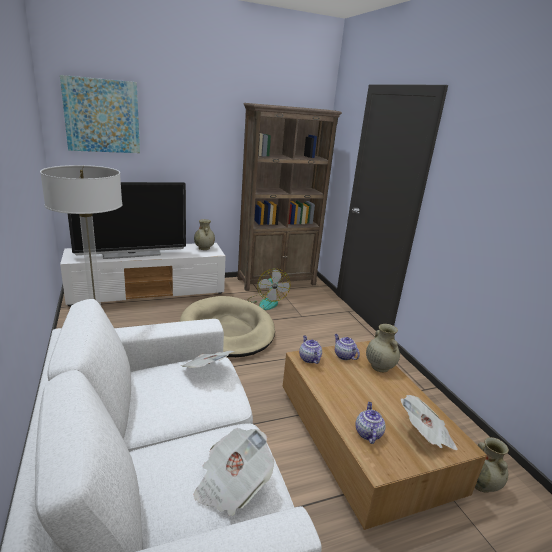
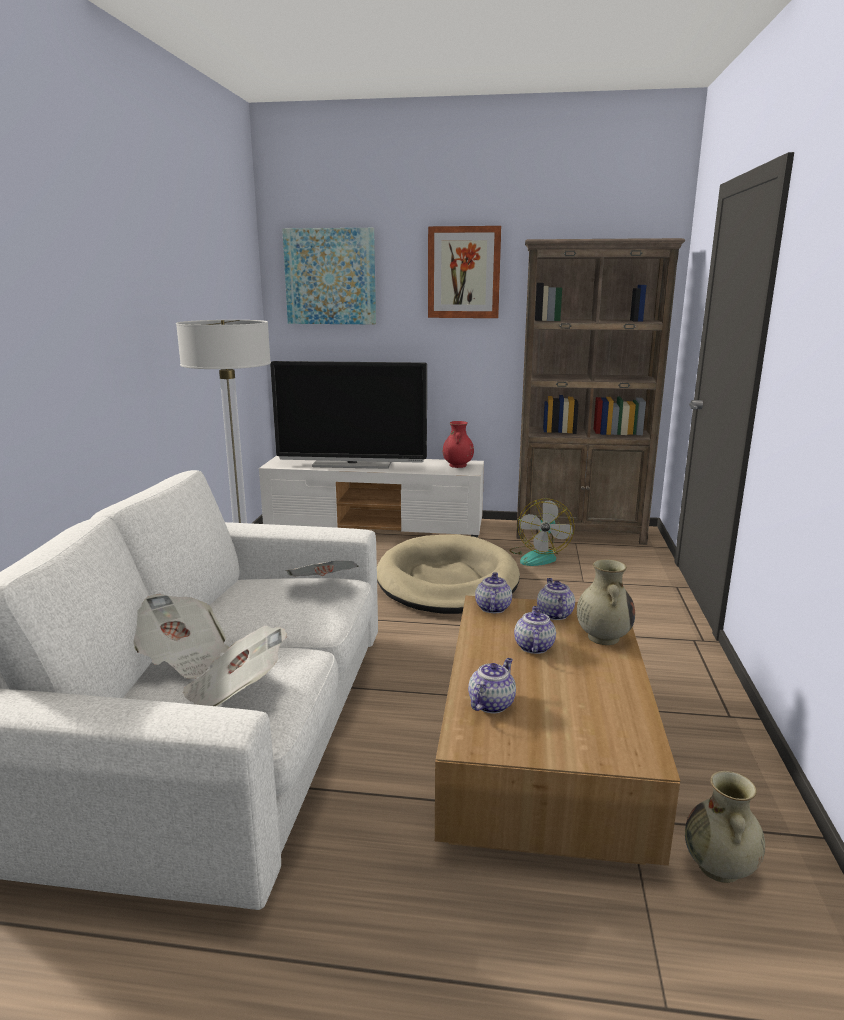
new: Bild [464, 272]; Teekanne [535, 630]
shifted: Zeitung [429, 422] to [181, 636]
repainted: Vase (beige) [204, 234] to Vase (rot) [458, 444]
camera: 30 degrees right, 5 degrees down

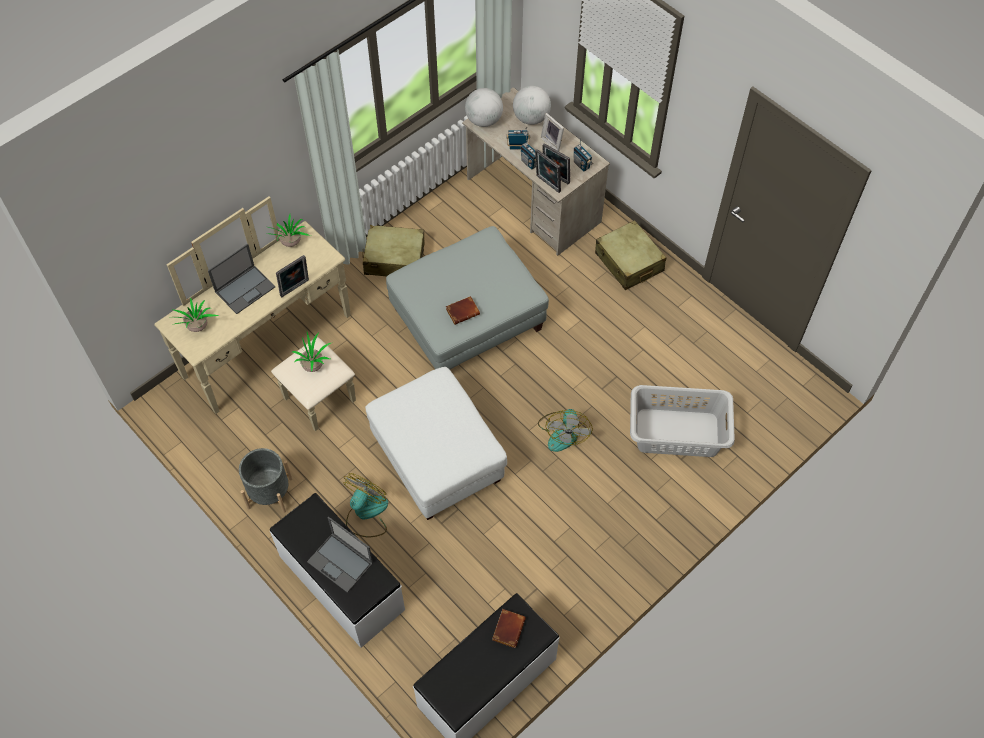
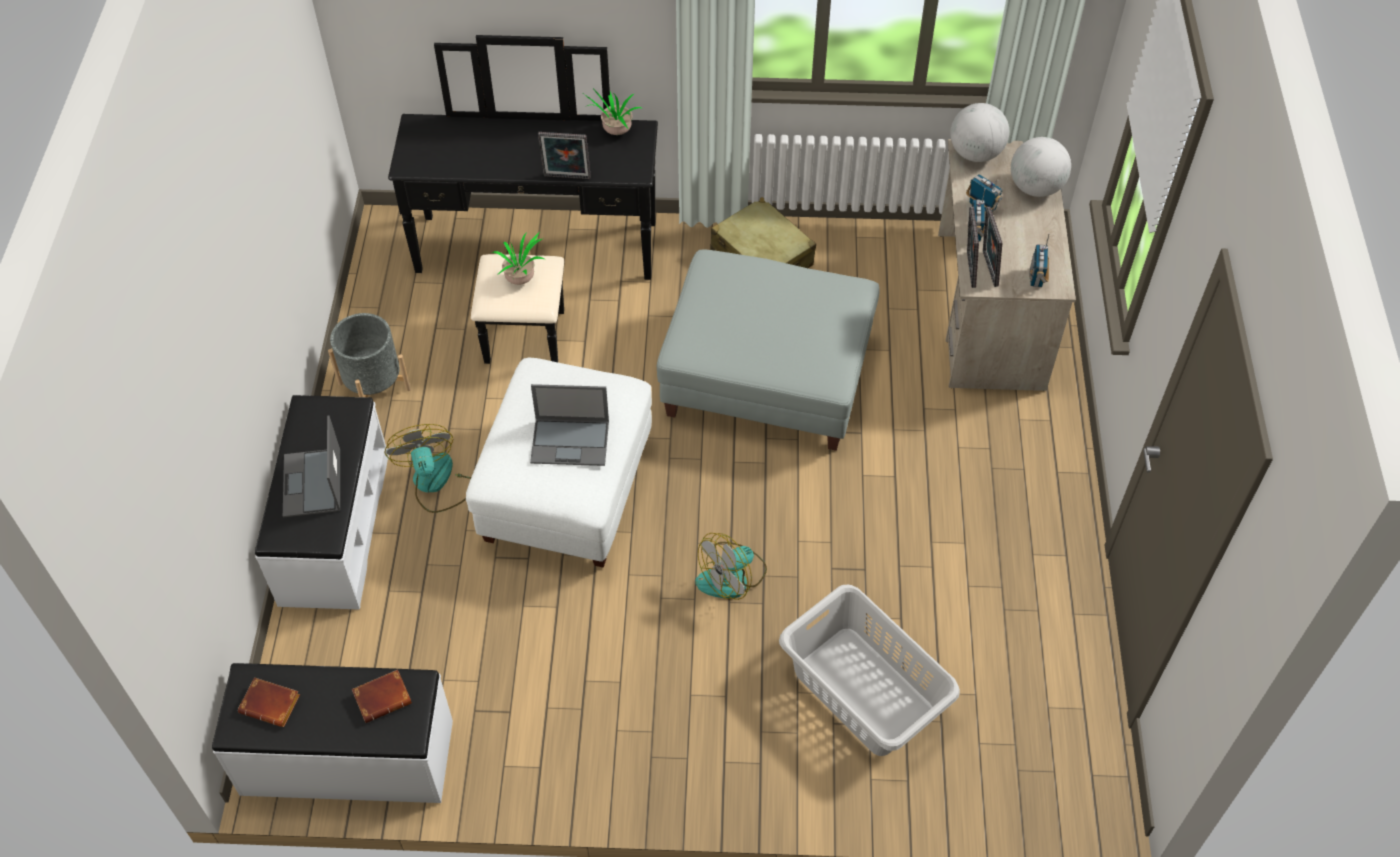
gone: Topfpflanze [195, 315]; Bilderrahmen [552, 132]; Koffer (beige) [630, 255]
shifted: Buch (braun) [463, 310] to [269, 702]; Laptop [241, 279] to [569, 425]
repainted: Kommode (beige) [255, 313] to Kommode (schwarz) [523, 199]
rotated: Ventilator [365, 505] = [427, 468] 90 degrees counterclockwise
camera: 45 degrees right, 5 degrees down

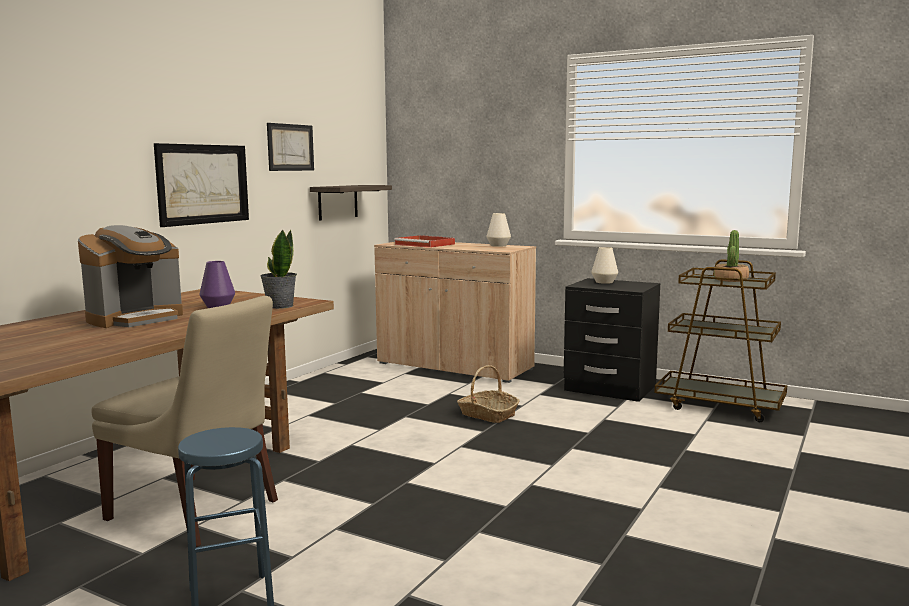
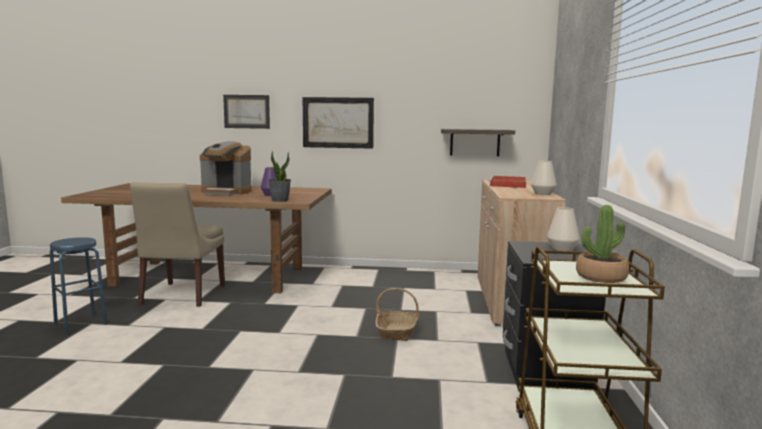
shifted: Bild [290, 147] to [246, 112]
camera: 65 degrees right, 0 degrees up

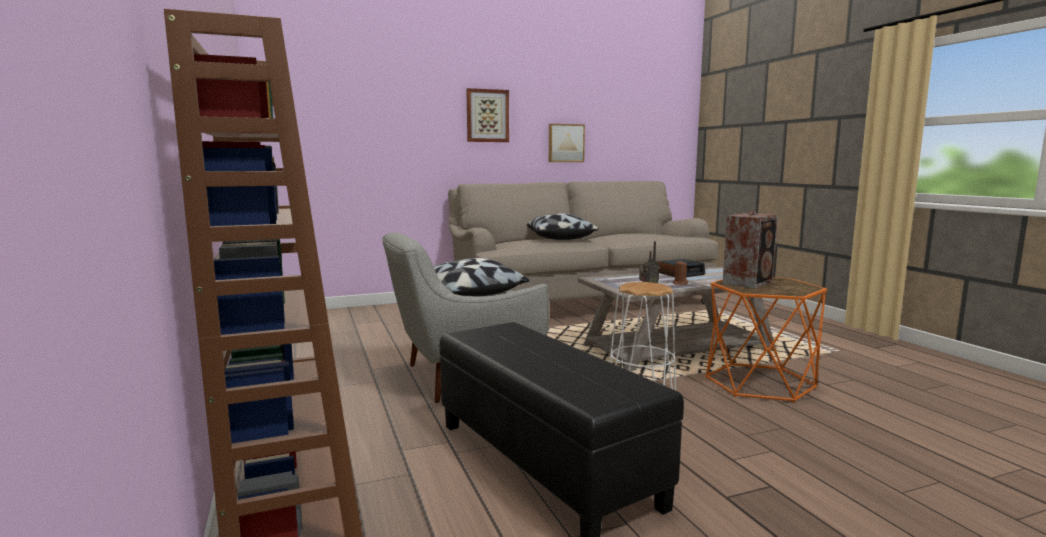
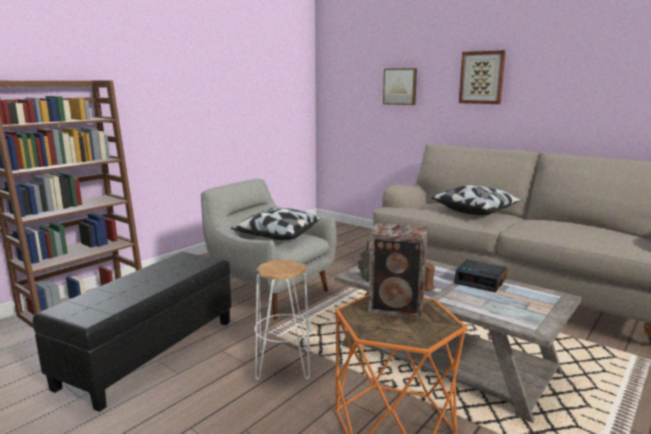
shifted: Bild [567, 143] to [400, 86]
camera: 60 degrees right, 5 degrees up

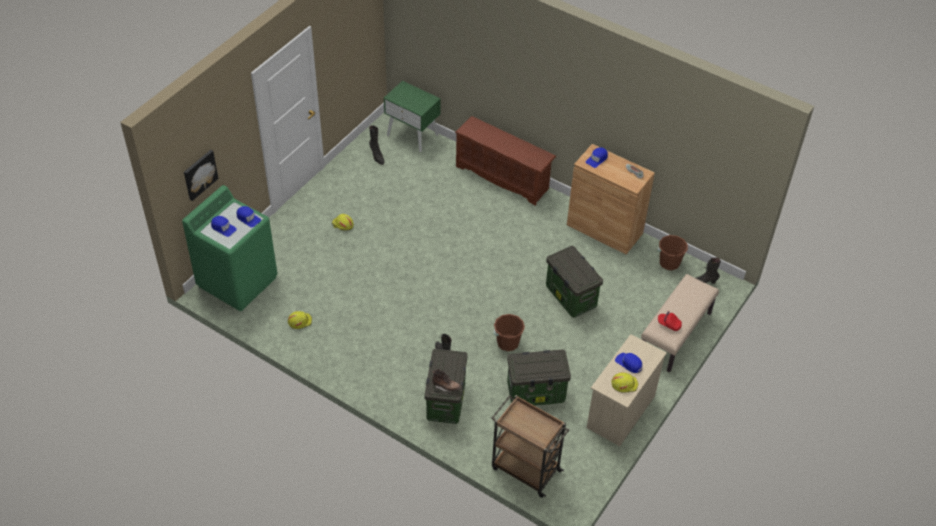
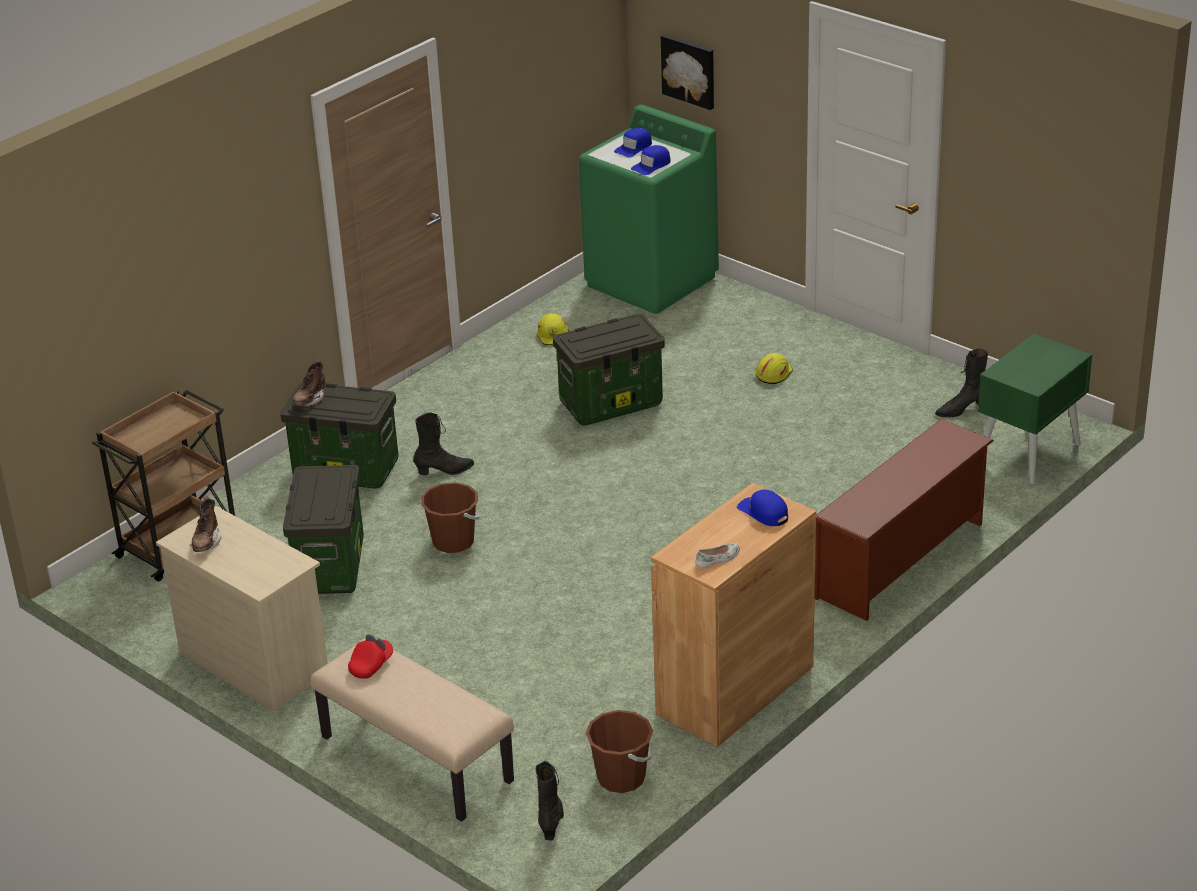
gone: Kappe (blau) [628, 363]
shifted: Aufbewahrungsbox [574, 282] to [609, 369]
swapped: Schutzhelm (gelb) [624, 382] to Stiefel (braun) [205, 524]
camera: 100 degrees right, 15 degrees down

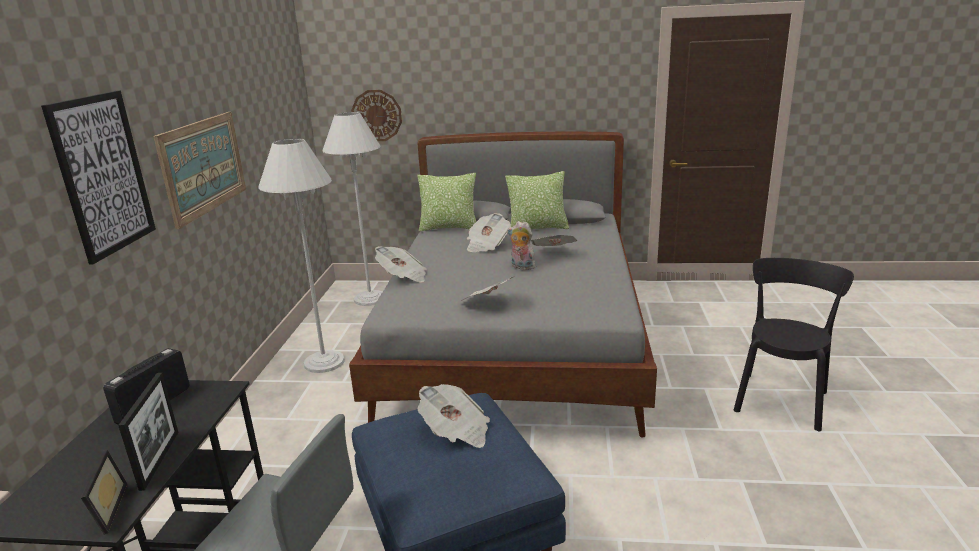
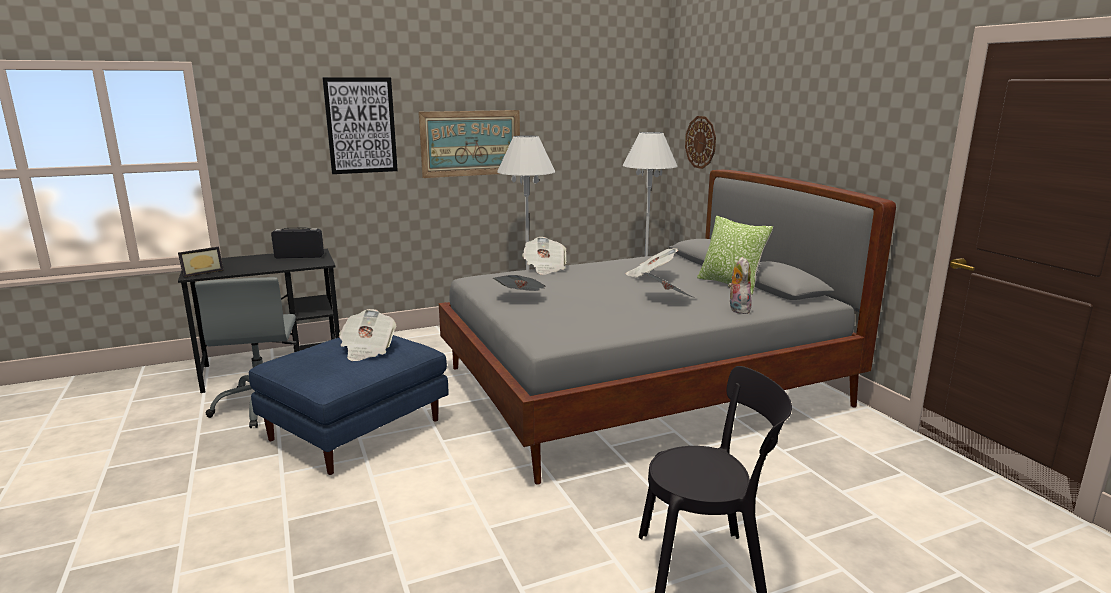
gone: Bilderrahmen [148, 432]; Kissen [447, 202]
shifted: Plüschtier [521, 245] to [740, 285]
camera: 60 degrees right, 5 degrees down

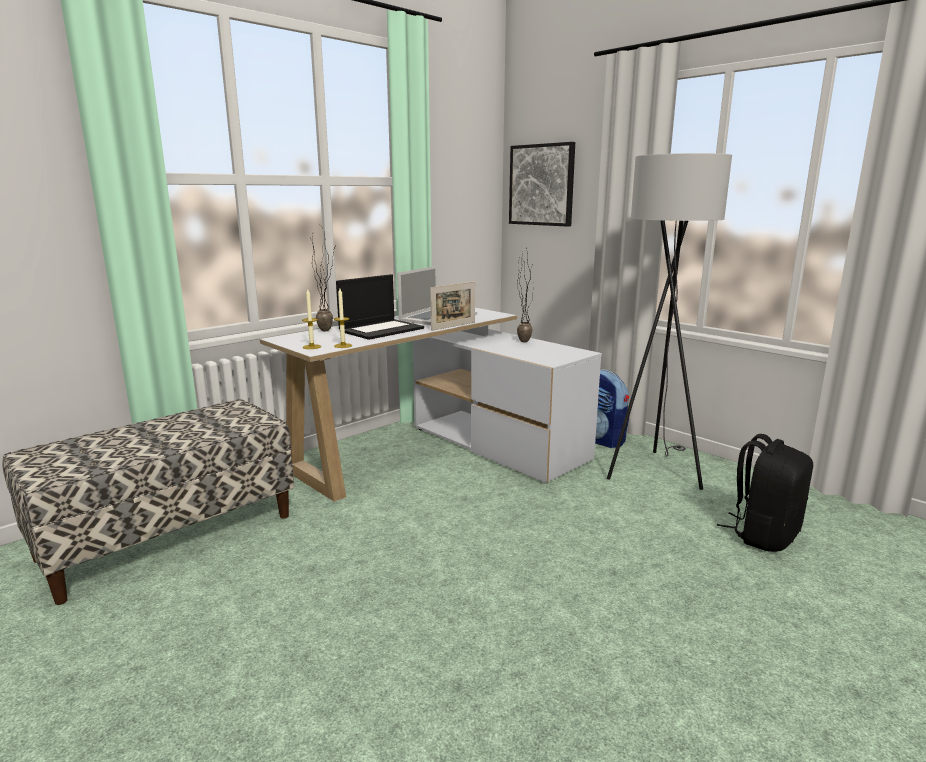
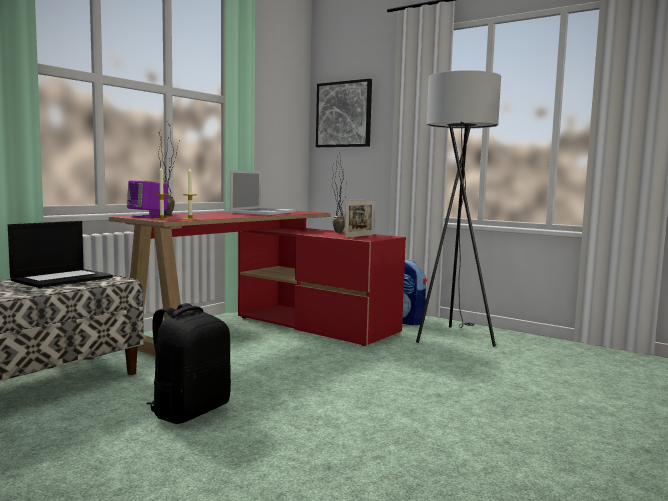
new: Lautsprecher (lila) [147, 199]
shifted: Laptop [380, 307] to [60, 254]; Rucksack (schwarz) [765, 493] to [188, 363]; Bilderrahmen [452, 306] to [359, 218]
repainted: Schreibtisch (weiß) [431, 405] to Schreibtisch (rot) [257, 283]
camera: 10 degrees left, 10 degrees down

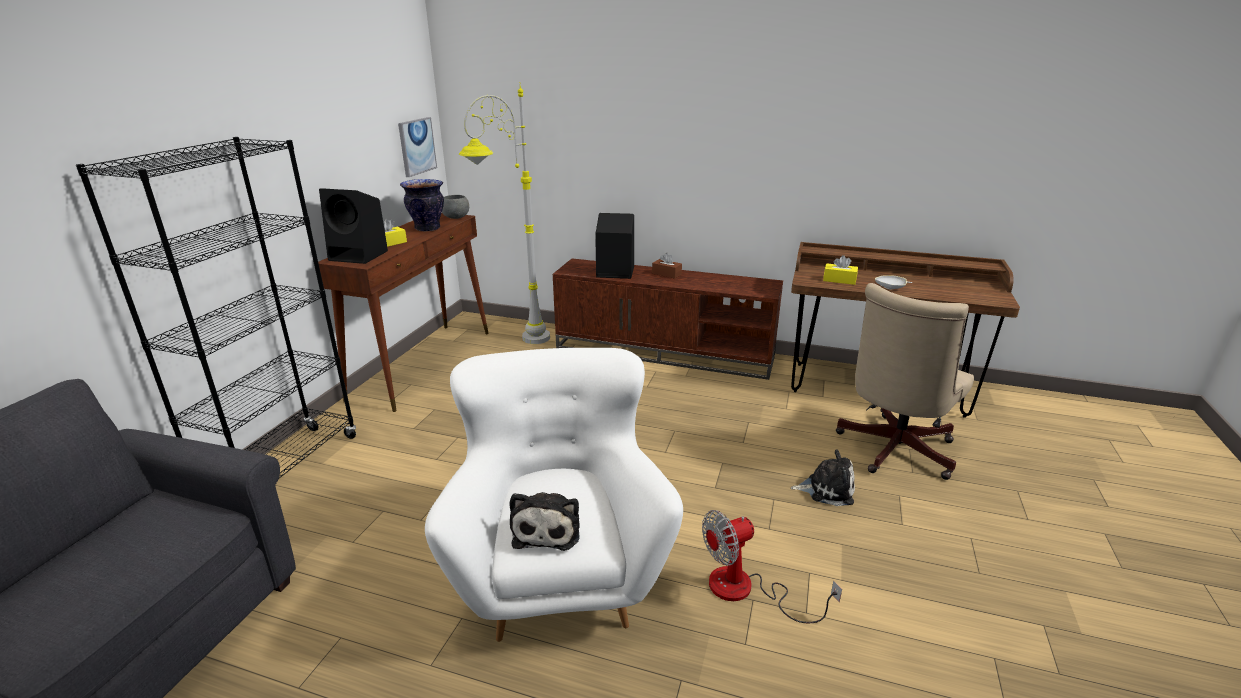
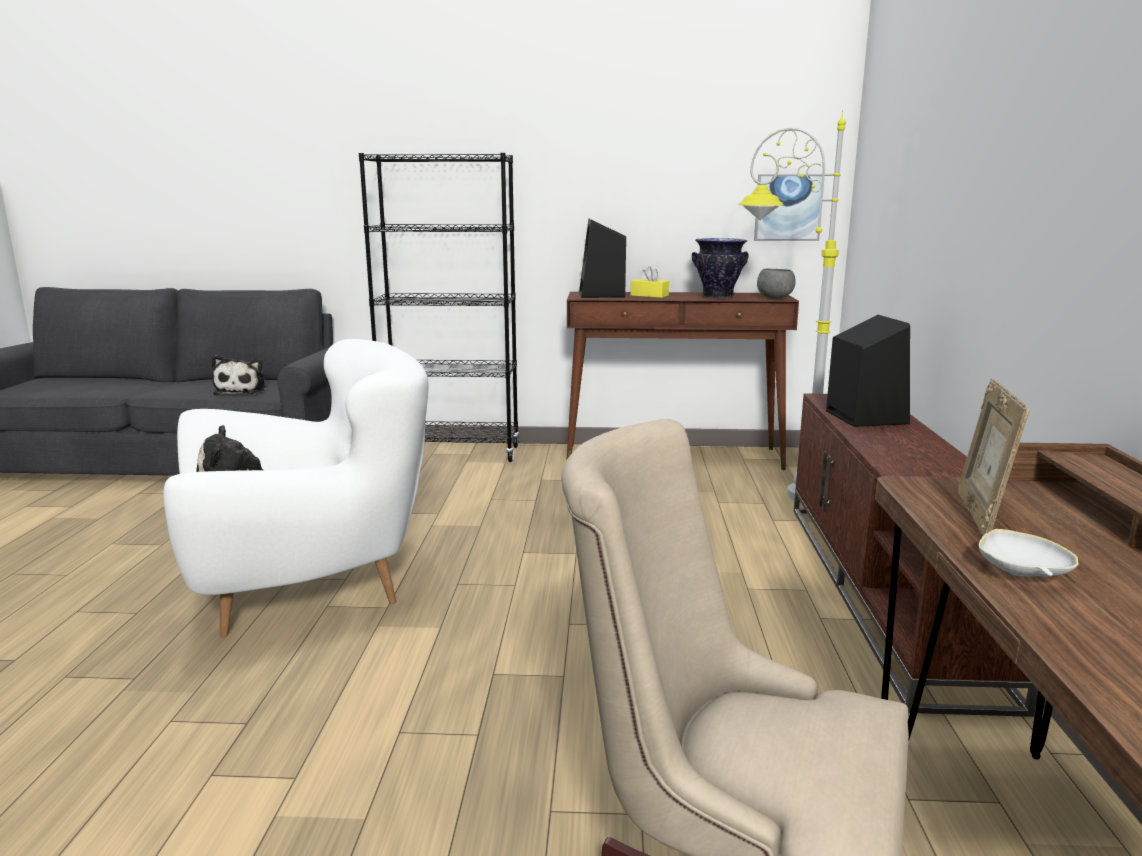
gone: Taschentuchbox (braun) [667, 266]; Ventilator [772, 566]
shifted: Plüschtier [823, 477] to [239, 375]
swapped: Taschentuchbox (gelb) [840, 270] to Bilderrahmen [993, 457]
camera: 75 degrees right, 10 degrees down

